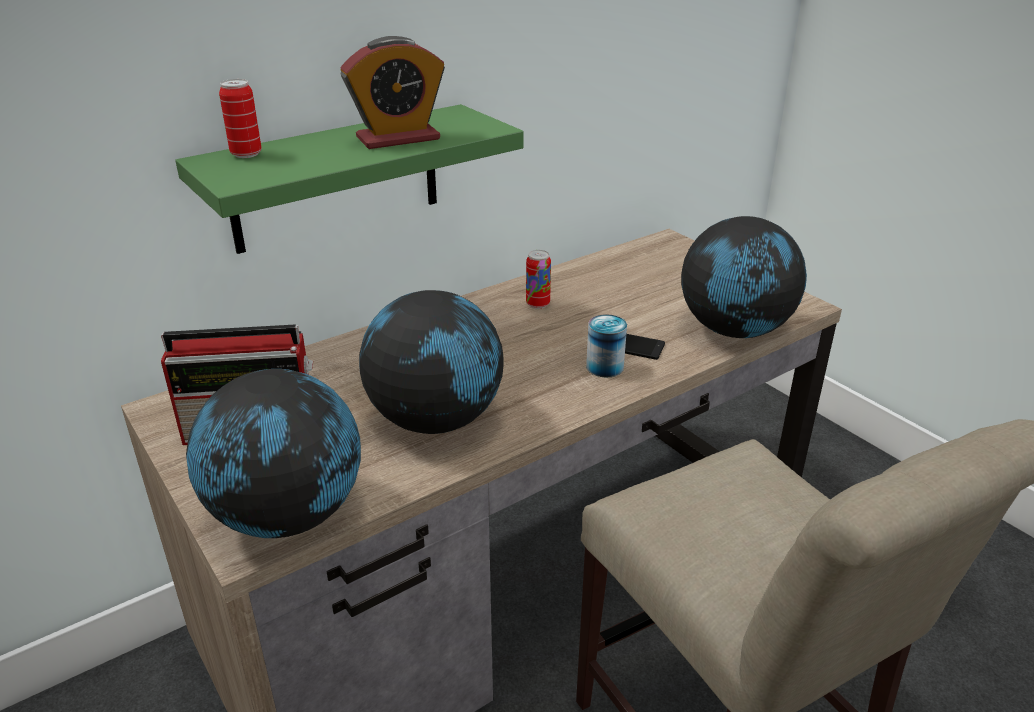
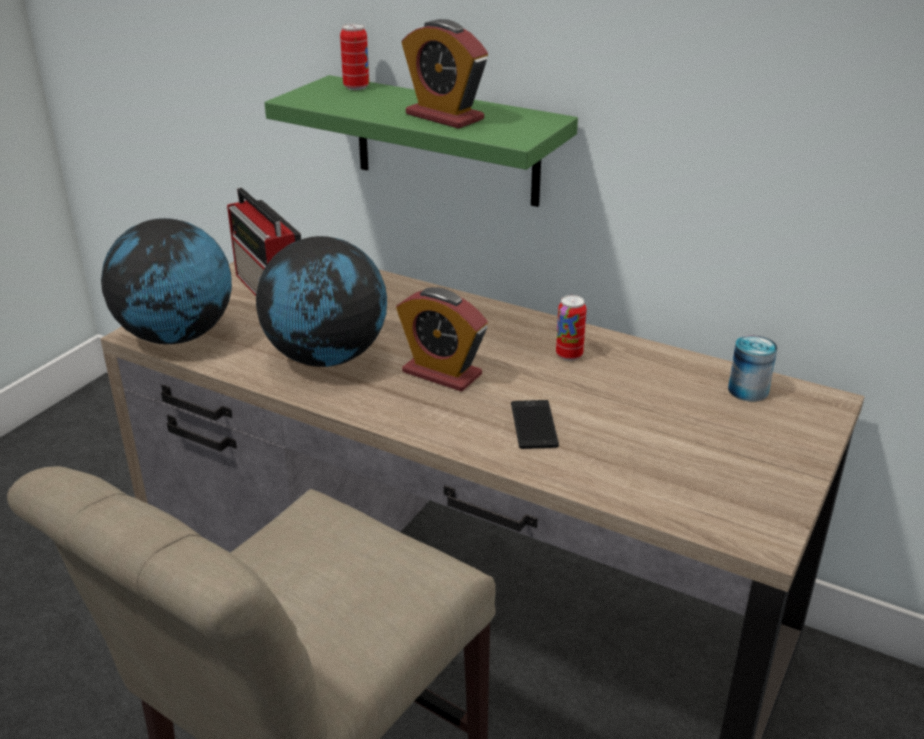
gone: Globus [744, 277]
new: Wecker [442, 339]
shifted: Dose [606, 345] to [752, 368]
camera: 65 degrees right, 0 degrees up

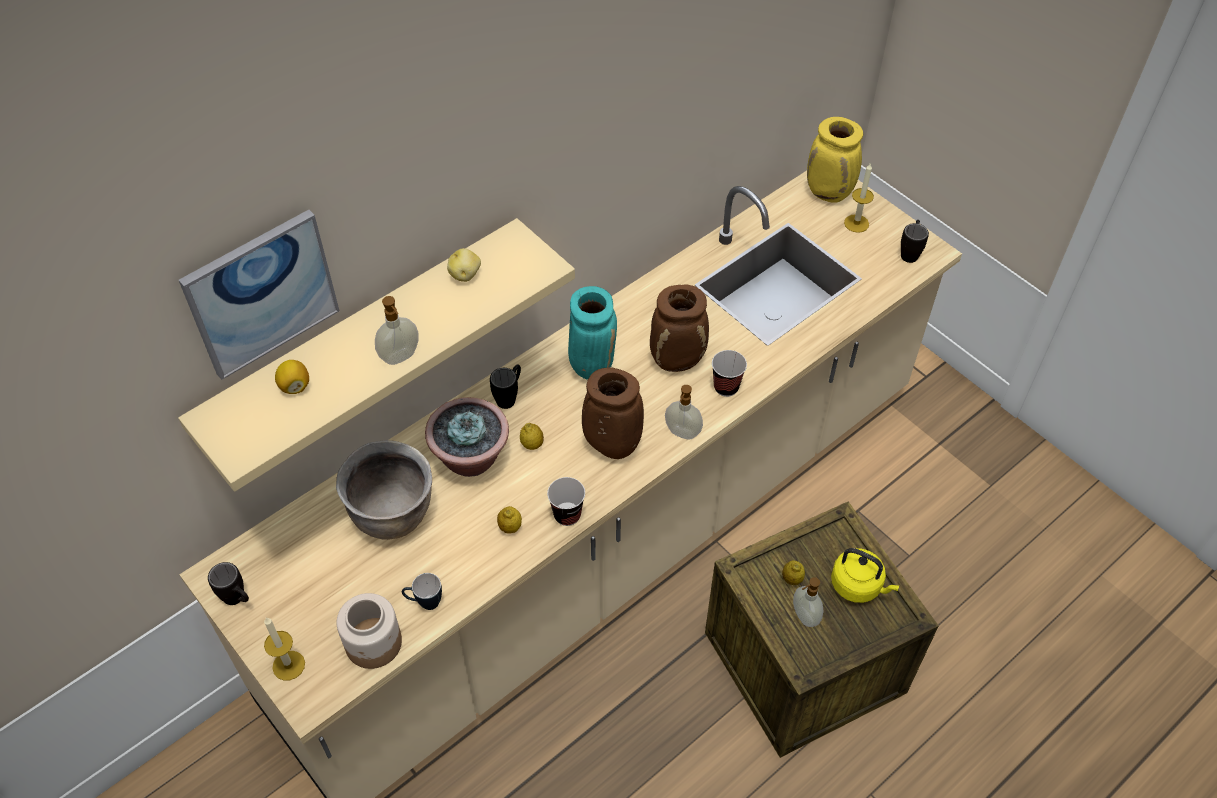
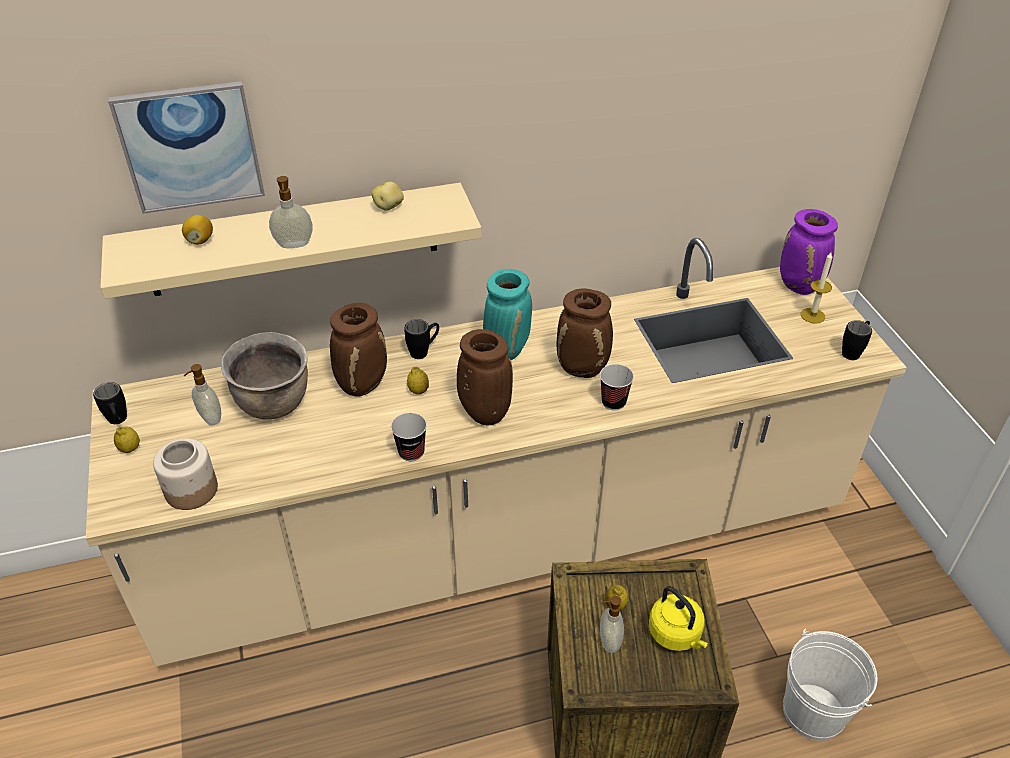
gone: Kerze [284, 649]; Henkelbecher [422, 591]
new: Eimer (weiß) [830, 684]
shifted: Zitrone [509, 520] to [127, 440]; Seifenspender [684, 412] to [202, 394]
swapped: Topfpflanze [467, 437] to Vase (braun) [358, 349]
repainted: Vase (gelb) [835, 160] to Vase (lila) [809, 252]
camera: 25 degrees right, 10 degrees down

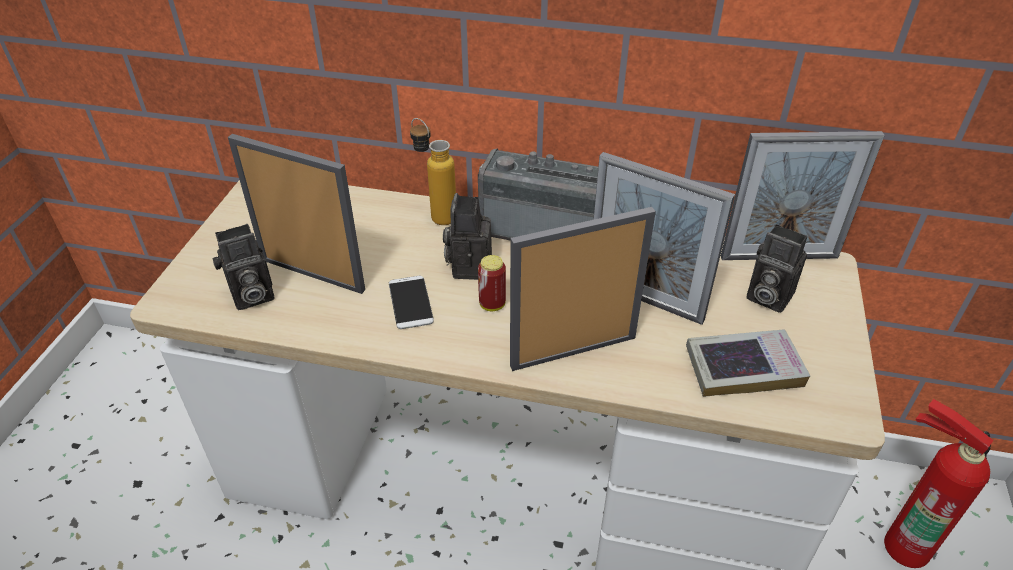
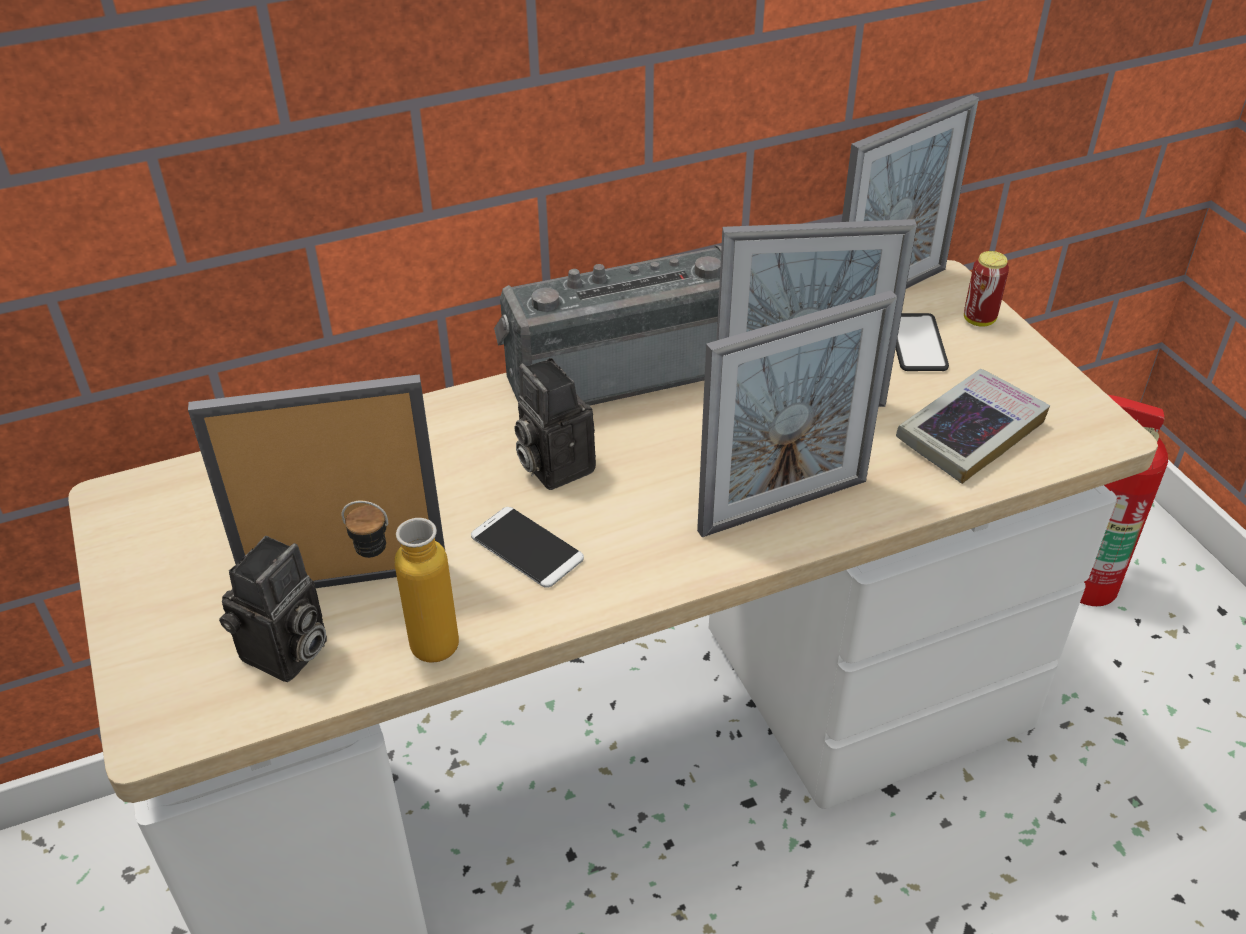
shifted: Flasche [433, 171] to [400, 582]; Dose [492, 283] to [986, 289]
swapped: Kamera [776, 268] to Handy [922, 342]
rotated: Bilderrahmen [583, 289] = [797, 413] 150 degrees counterclockwise
camera: 35 degrees left, 0 degrees up

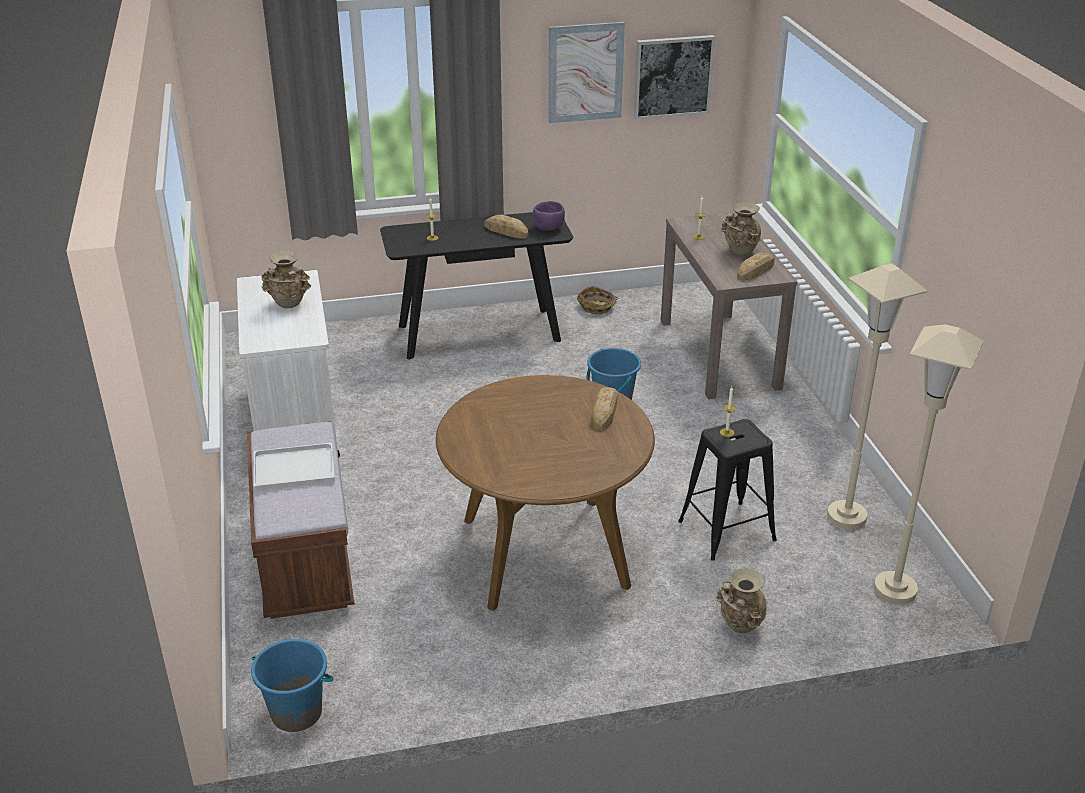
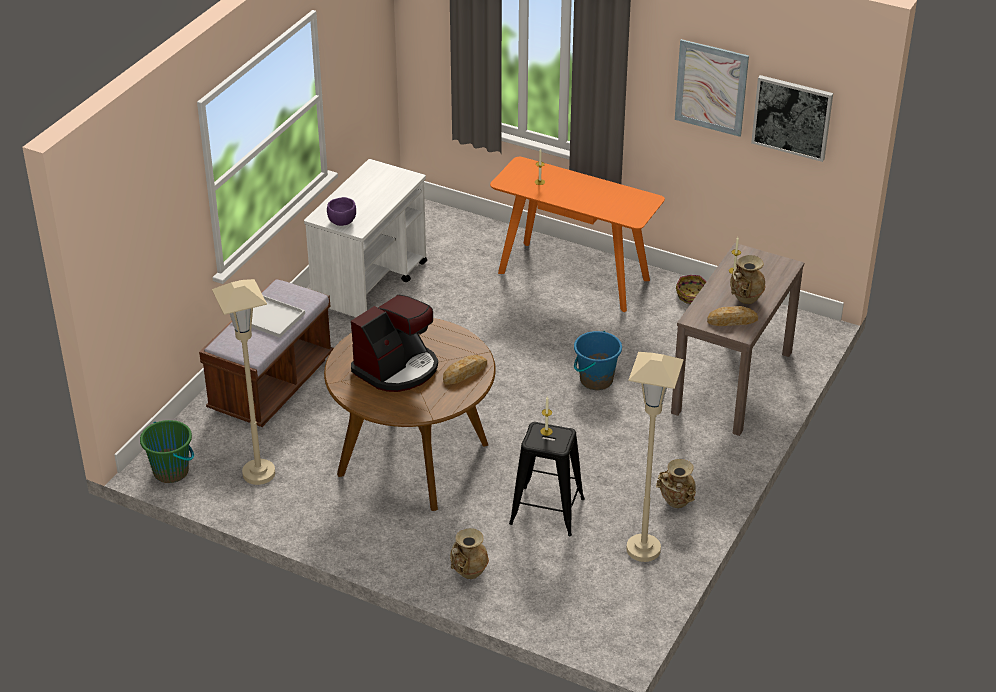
gone: Brot [506, 227]
new: Kaffeemaschine [394, 343]
shifted: Stehlampe (beige) [929, 464] to [243, 382]; Schüssel (lila) [548, 216] to [341, 211]; Vase (beige) [286, 279] to [676, 483]
repainted: Eimer (blau) [292, 685] to Eimer (grün) [167, 451]; Konsolentisch (schwarz) [476, 286] to Konsolentisch (orange) [577, 234]
camera: 40 degrees right, 5 degrees up

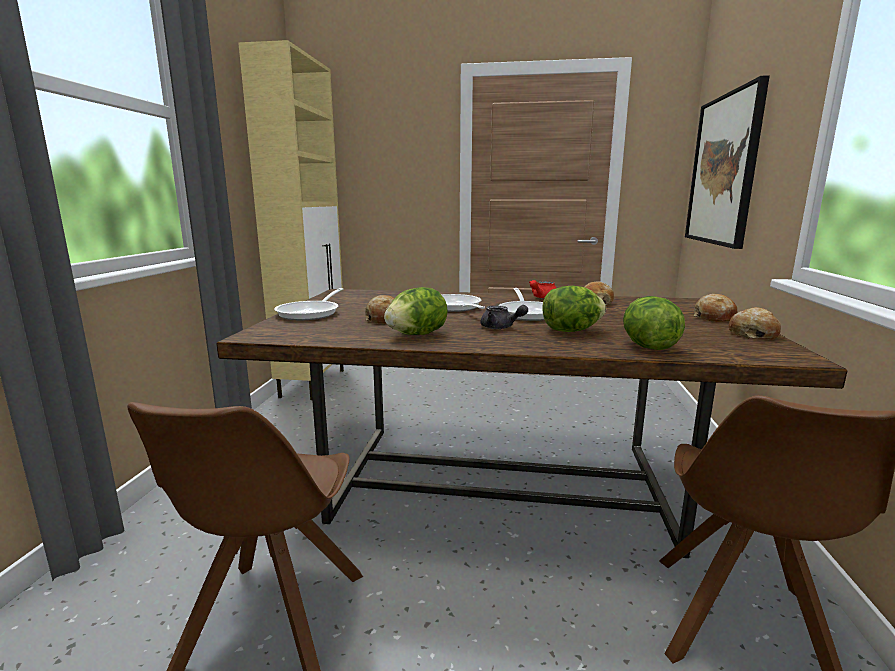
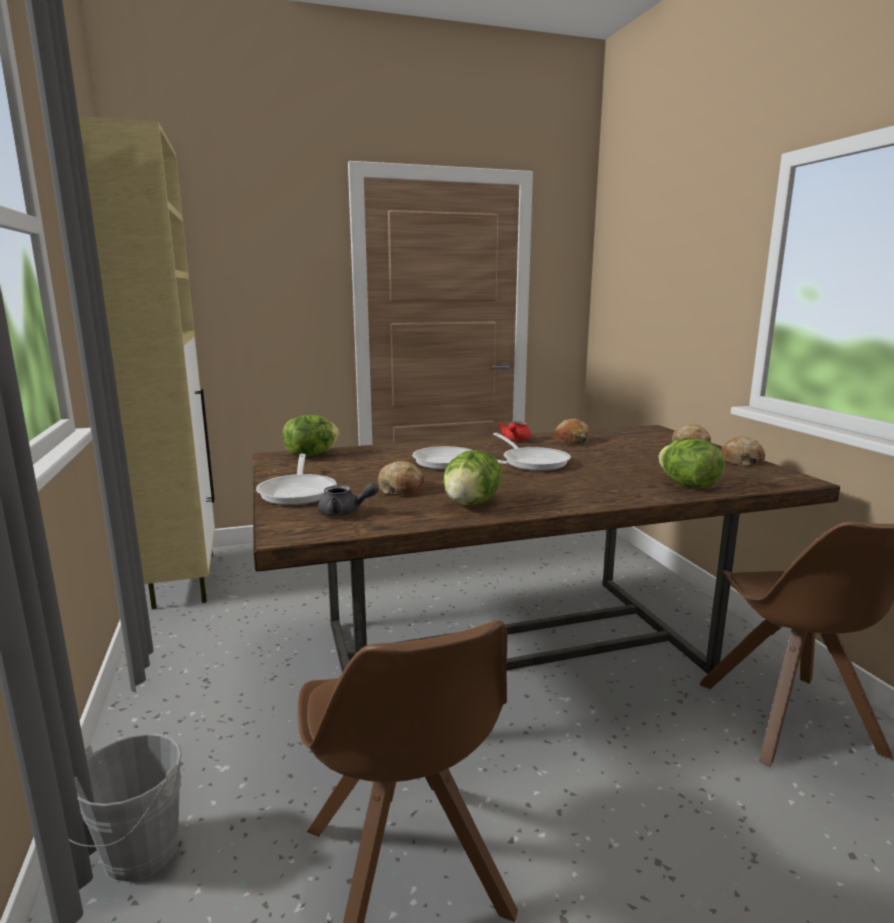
gone: Bild [727, 162]
new: Eimer (grau) [125, 808]
shifted: Salatkopf [574, 309] to [311, 435]; Teekanne (grau) [504, 317] to [348, 499]
camera: 25 degrees left, 0 degrees up

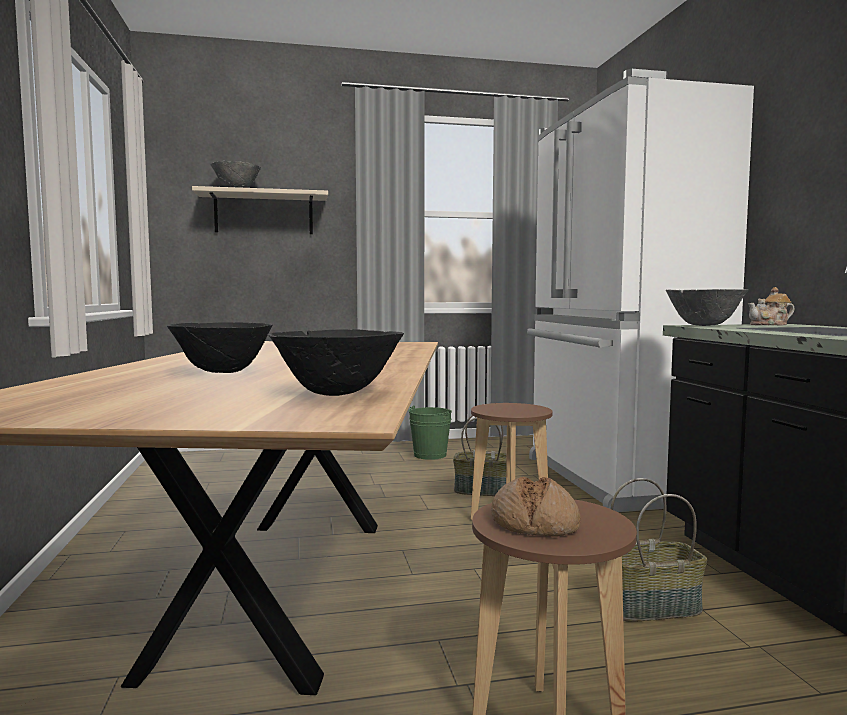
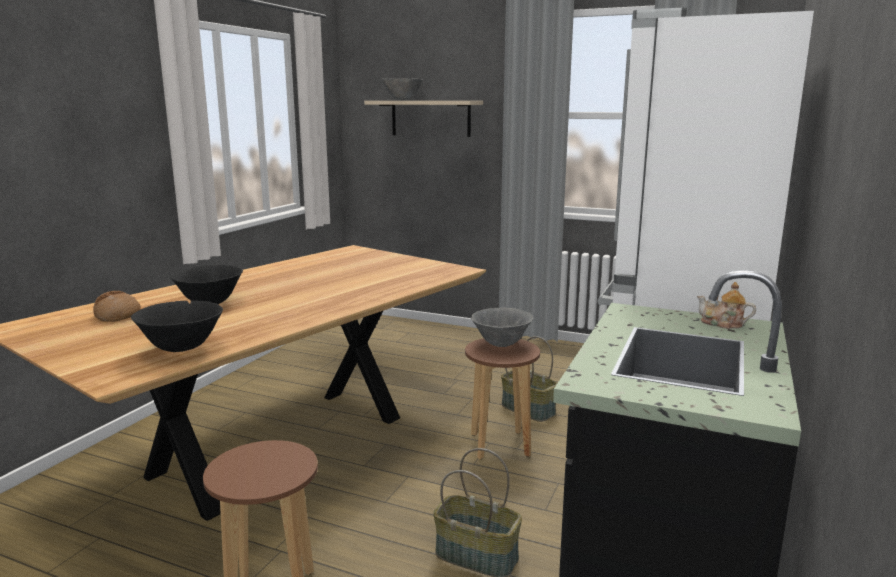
gone: Eimer (grün) [430, 432]
shifted: Brot [536, 507] to [117, 306]; Schüssel (grau) [707, 307] to [502, 327]
camera: 35 degrees right, 10 degrees up

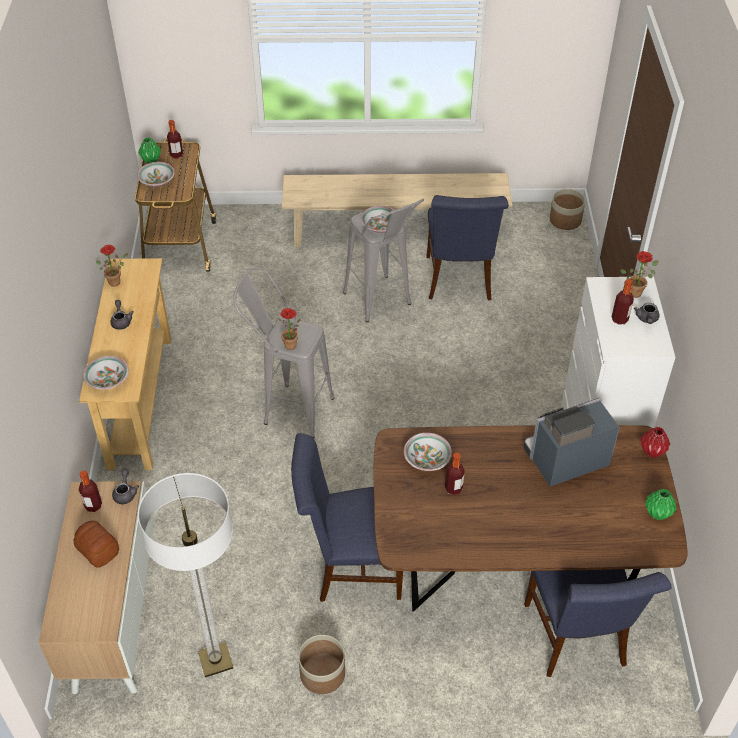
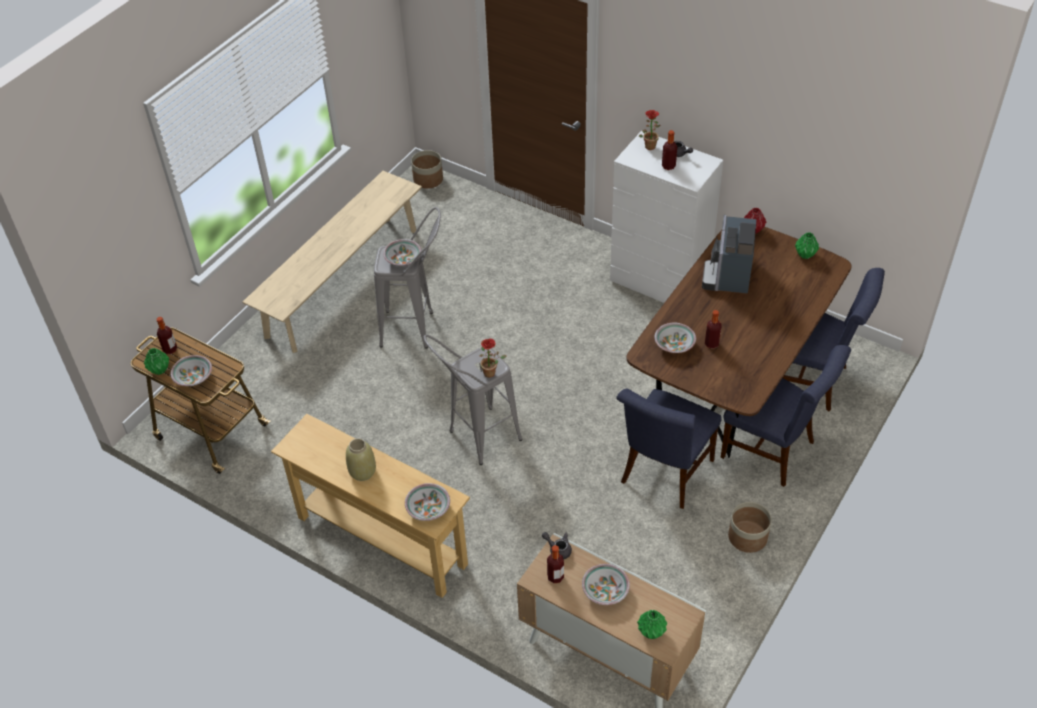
gone: Topfpflanze [112, 266]; Stehlampe [185, 575]
new: Vase (grün) [652, 624]
shifted: Stuhl (blau) [467, 247] to [786, 416]
swapped: Teekanne (grau) [122, 315] to Vase (beige) [361, 459]; Brot [96, 544] to Schüssel [606, 584]
camera: 55 degrees left, 0 degrees up

